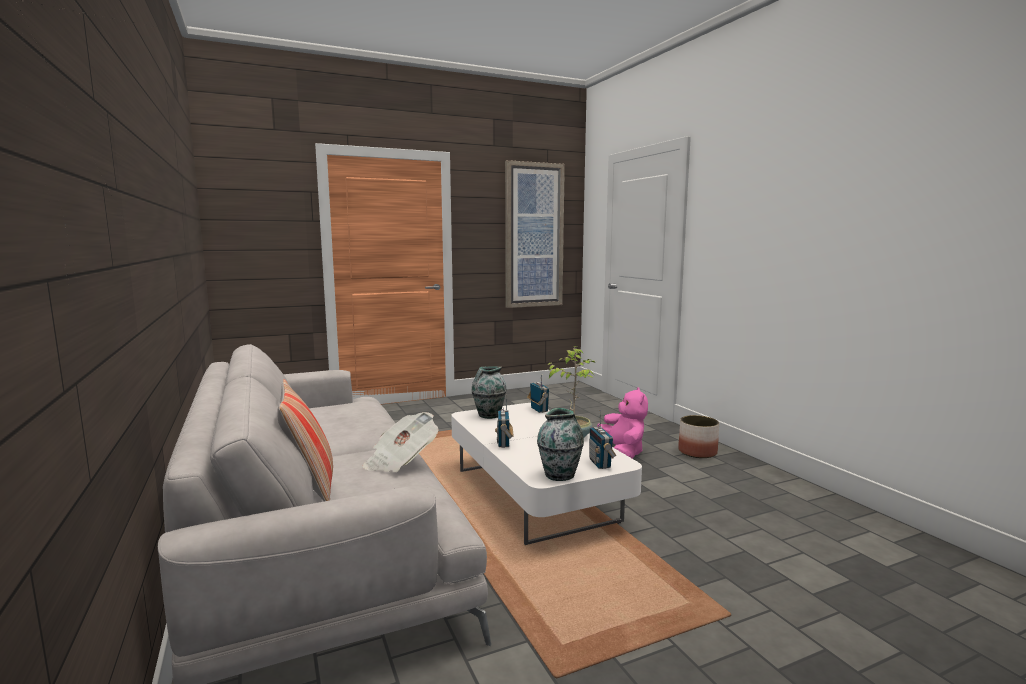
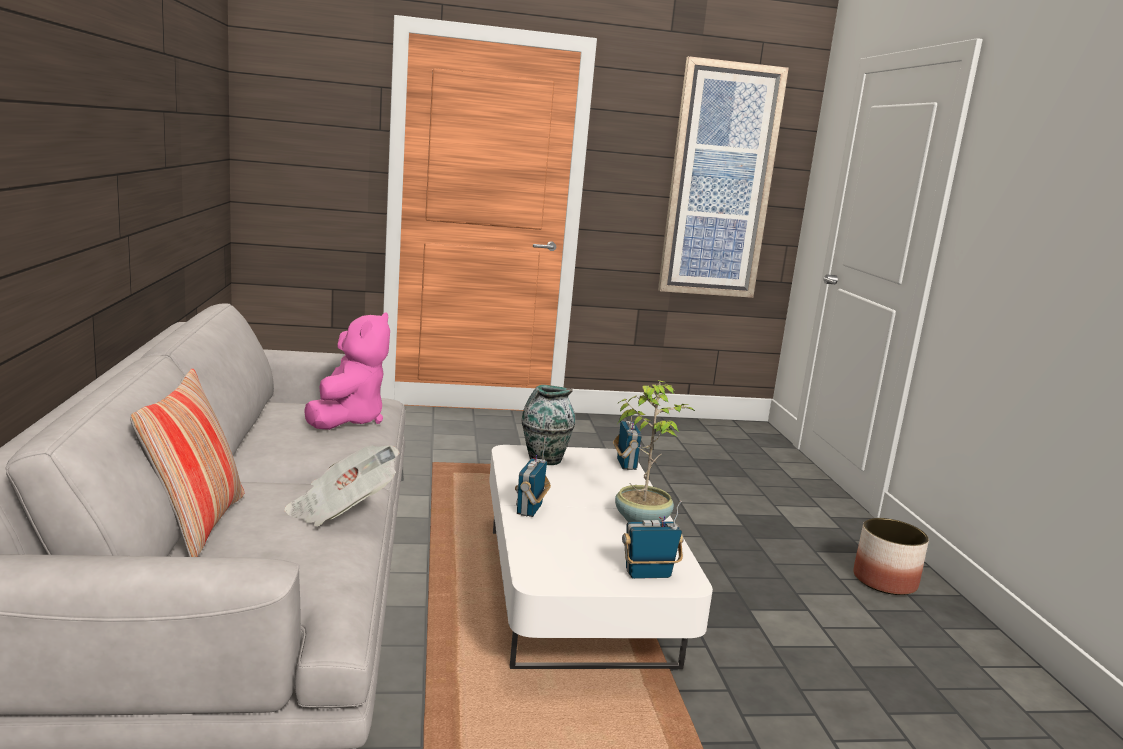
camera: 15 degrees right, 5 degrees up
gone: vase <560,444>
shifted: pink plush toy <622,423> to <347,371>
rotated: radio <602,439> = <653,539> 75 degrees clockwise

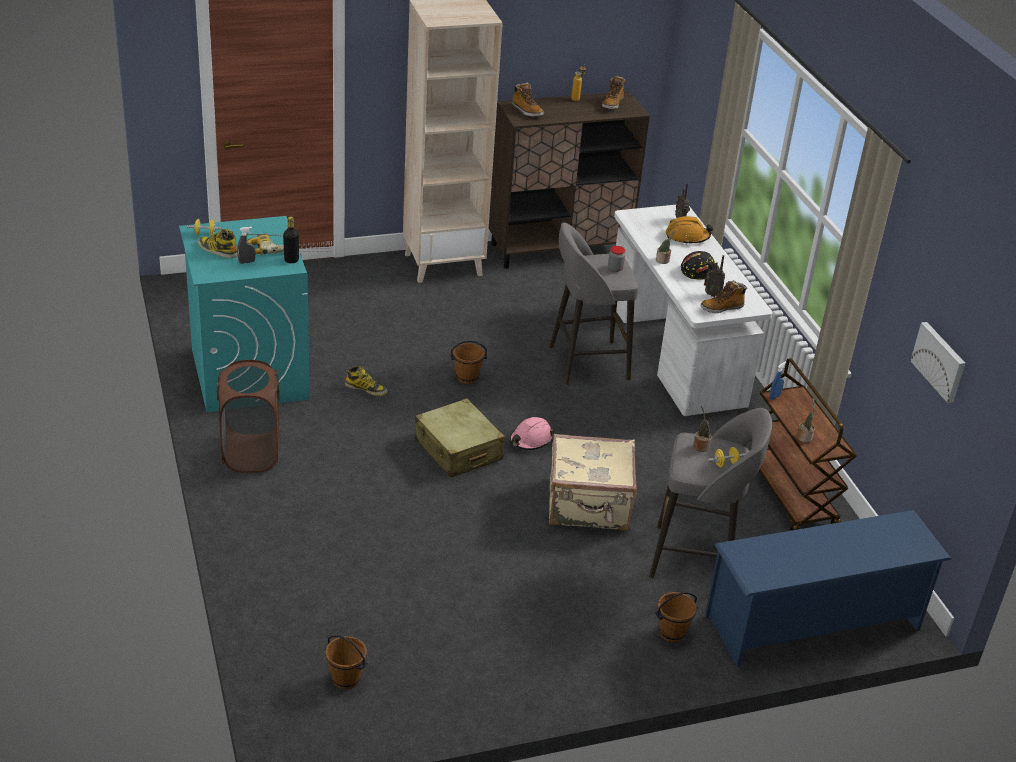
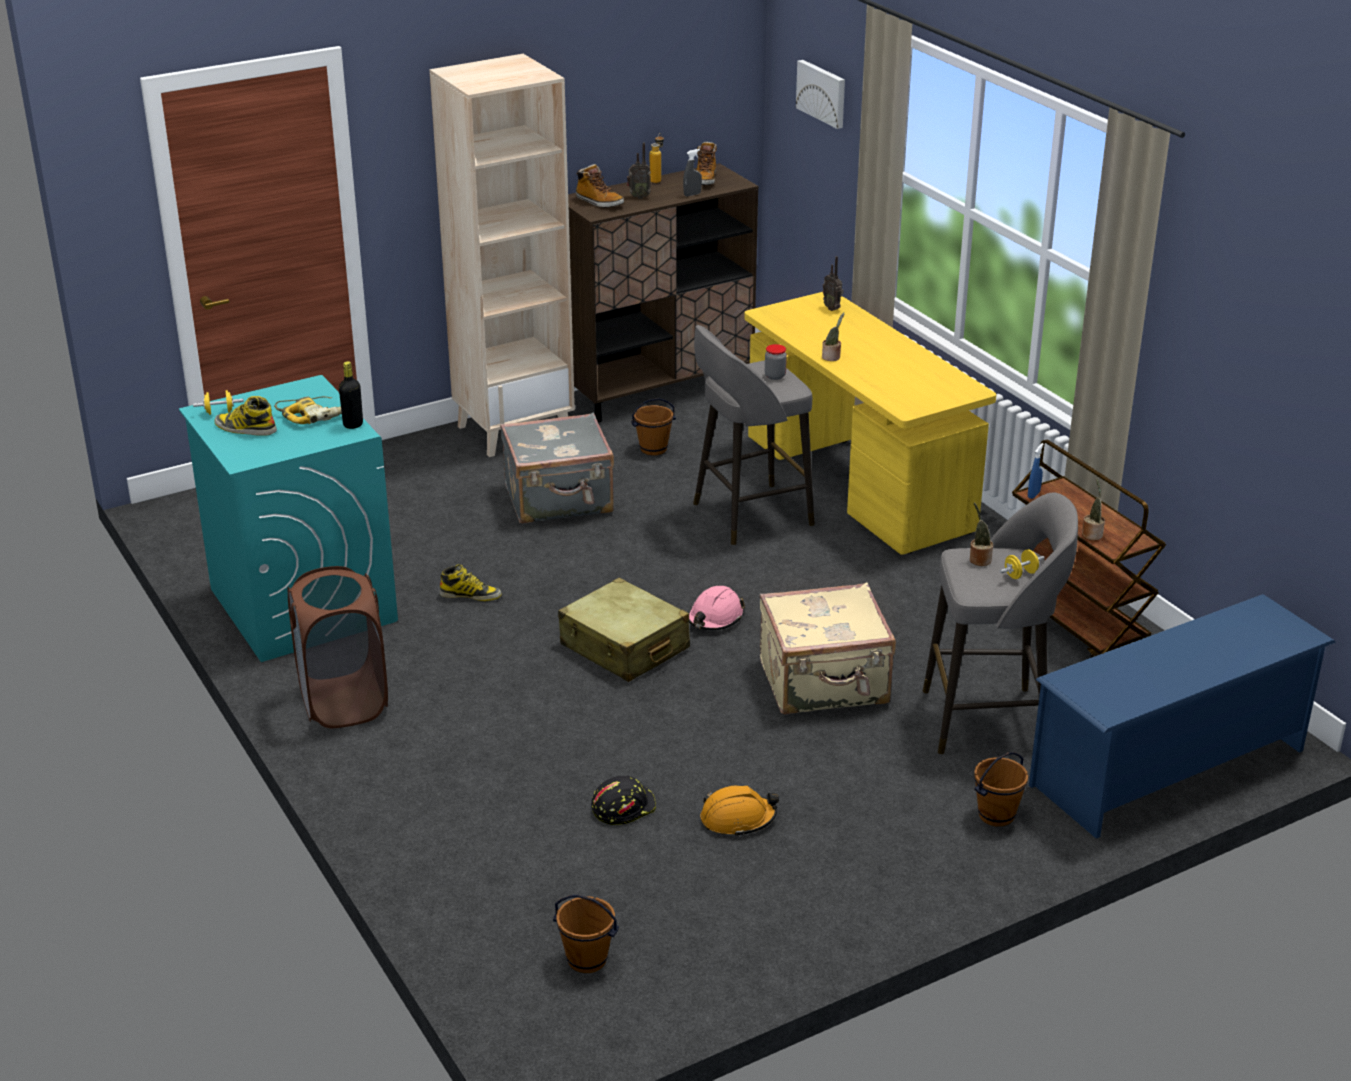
camera: 10 degrees left, 5 degrees down
gone: boot <724,296>
new: grey suitcase <557,468>
shifted: black hard hat <700,265> to <623,800>; radio <714,276> to <639,171>; brown bucket <468,362> to <653,426>; grey spray bottle <246,245> to <692,172>; orange hard hat <689,230> to <739,811>; picture <937,362> to <820,94>
repainted: white desk <693,310> to yellow desk <870,423>

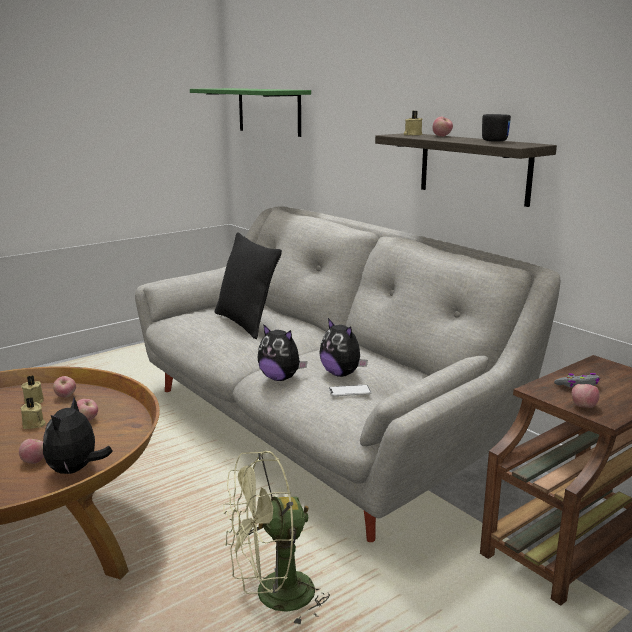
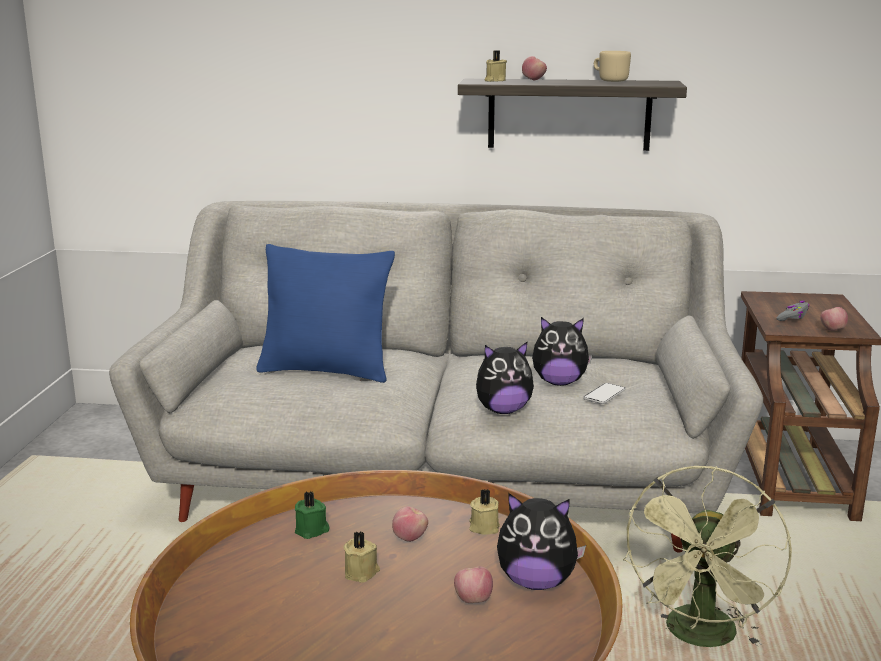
camera: 45 degrees left, 0 degrees up
gone: green shelf <250,112>
shifted: beige candle <32,389> to <484,512>
swapped: apple <64,387> to green candle <312,515>
repainted: black pillow <248,285> to blue pillow <325,313>; black mug <496,128> to beige mug <612,66>
rotated: plush toy <78,435> = <541,541> 45 degrees counterclockwise

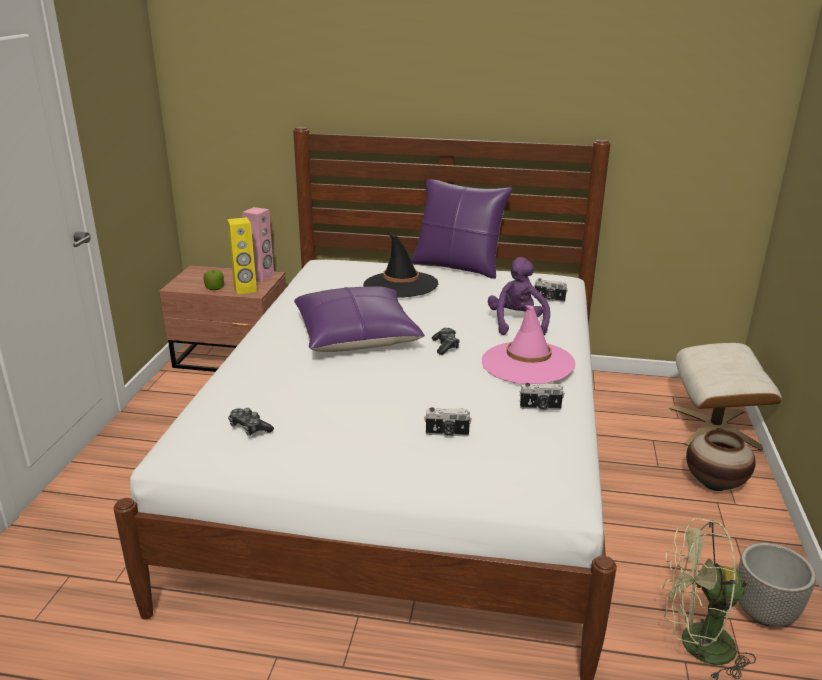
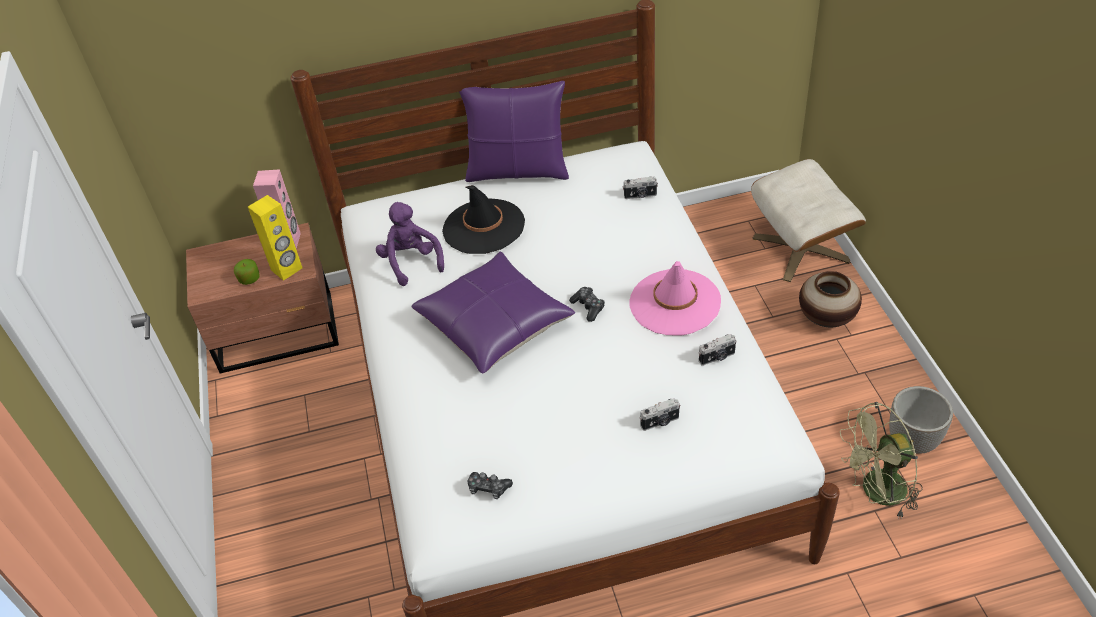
camera: 20 degrees left, 20 degrees up
shifted: purple plush toy <519,296> to <410,244>

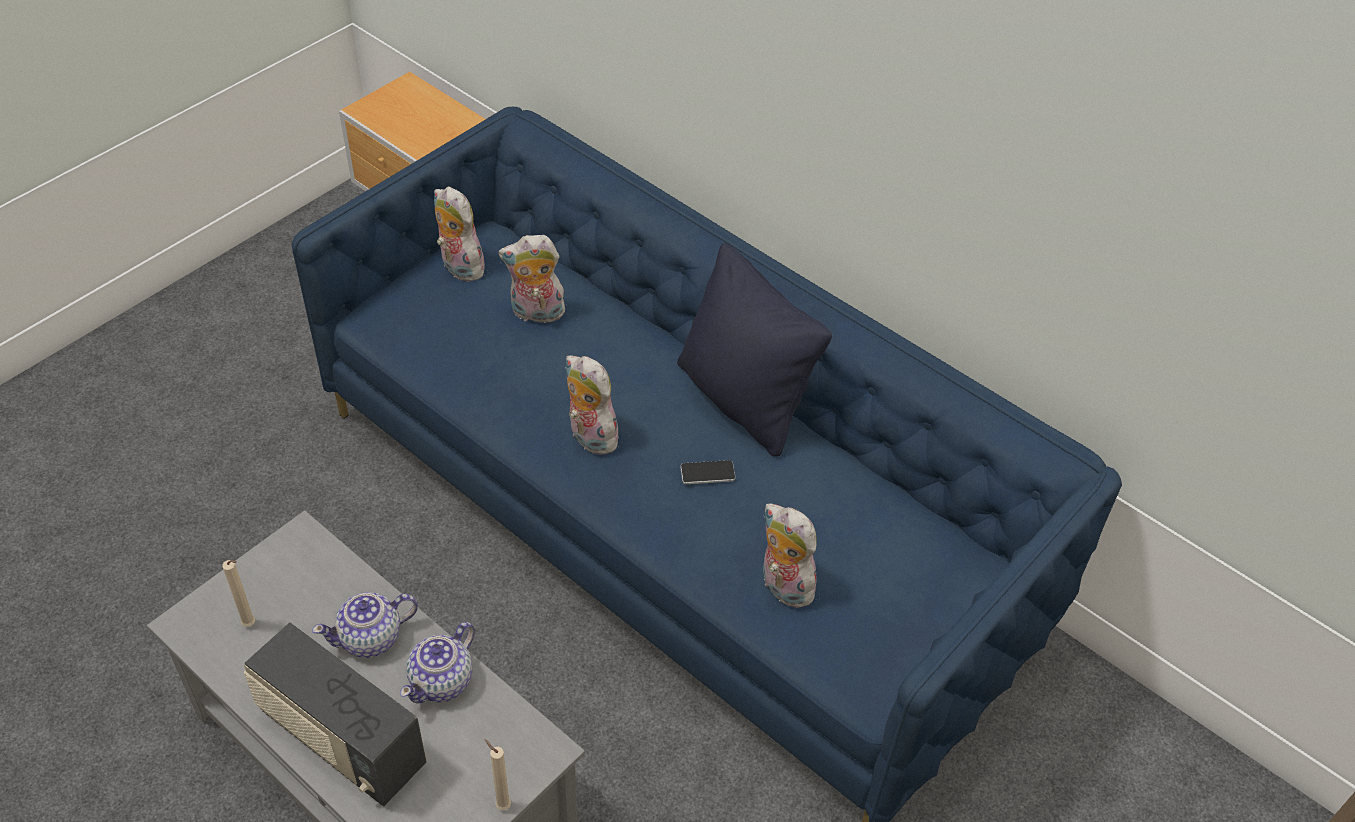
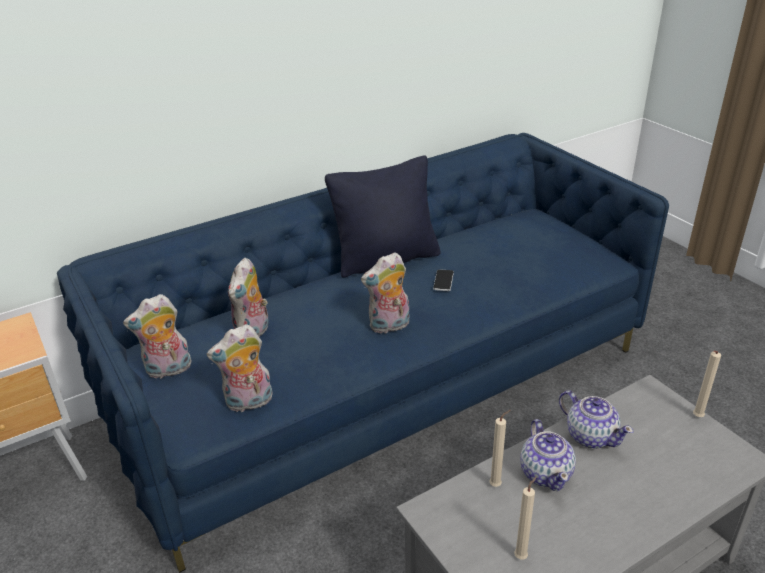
camera: 70 degrees left, 15 degrees down
gone: radio <335,714>
new: beige candle <500,448>
shifted: plush toy <790,555> to <240,368>

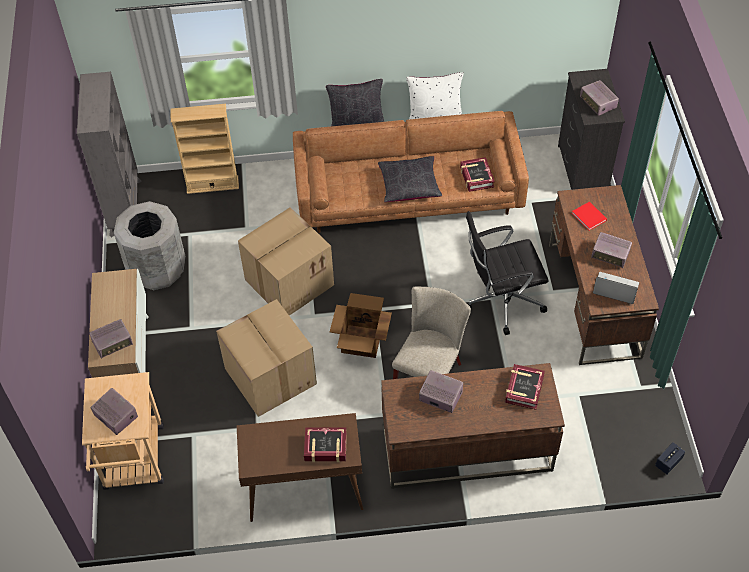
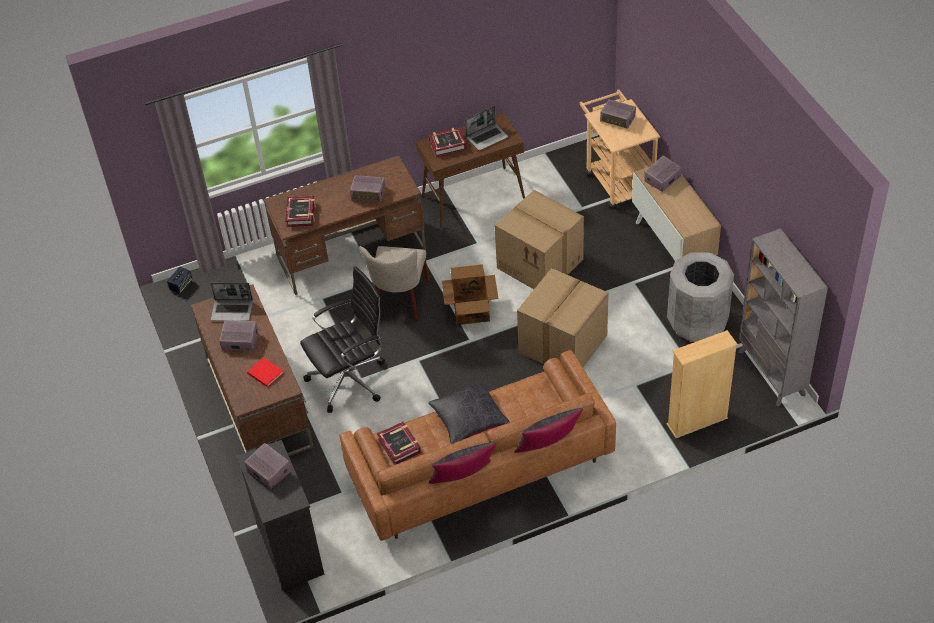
camera: 165 degrees right, 5 degrees down
new: laptop <486,128>
repainted: white pillow <435,95> to black pillow <462,463>

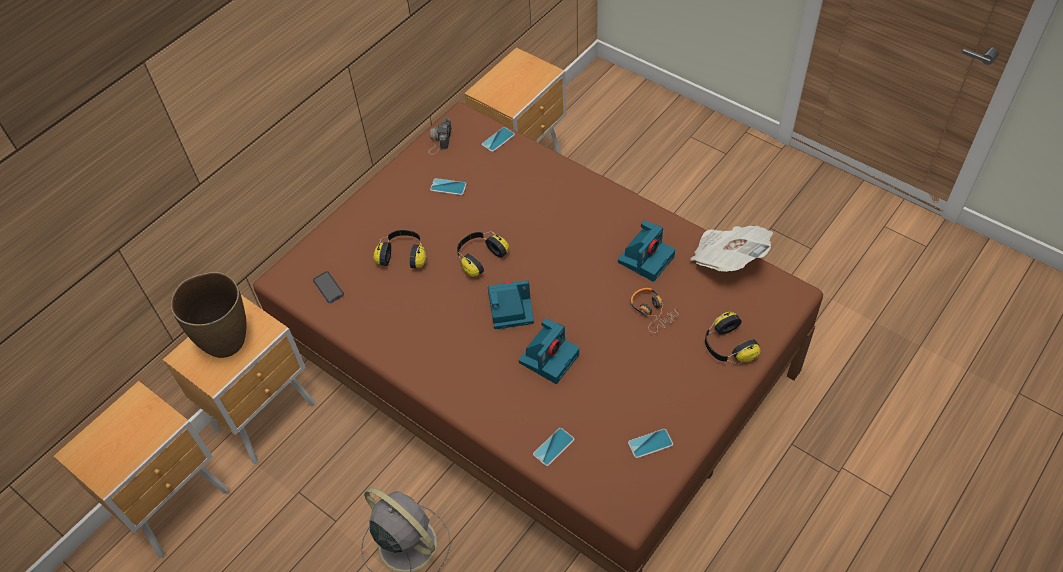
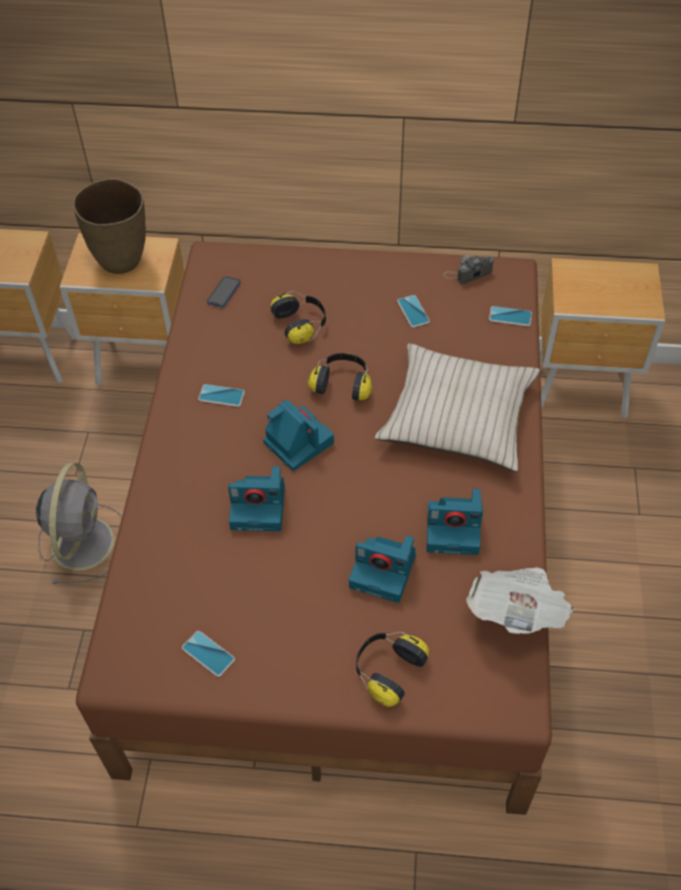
camera: 55 degrees right, 0 degrees up
new: beige pillow <457,408>
shifted: phone <553,447> to <221,395>
swapped: headphones <655,310> to photo camera <382,569>

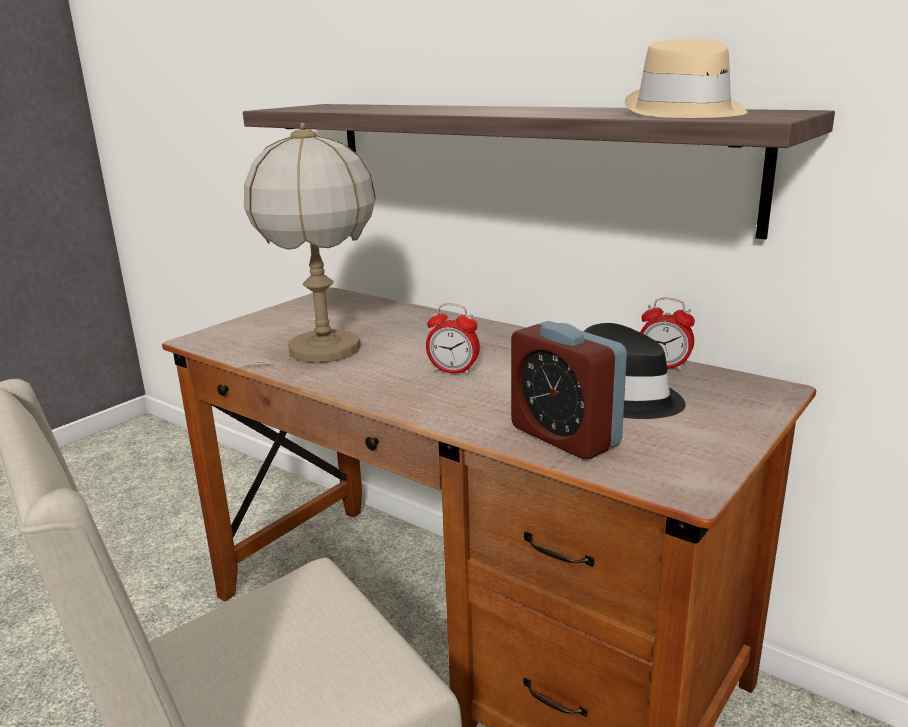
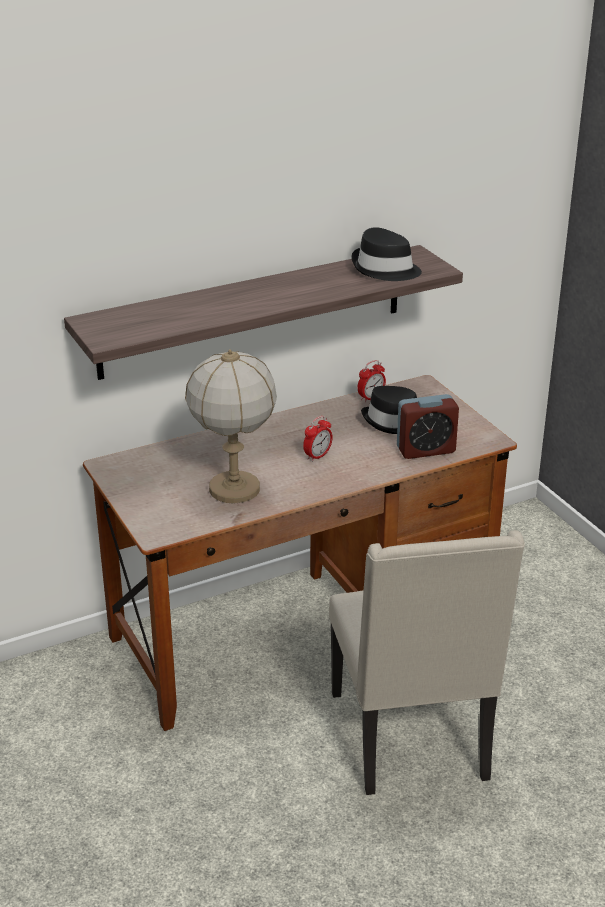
camera: 65 degrees left, 10 degrees up
repainted: beige hat <686,78> to black hat <386,254>

